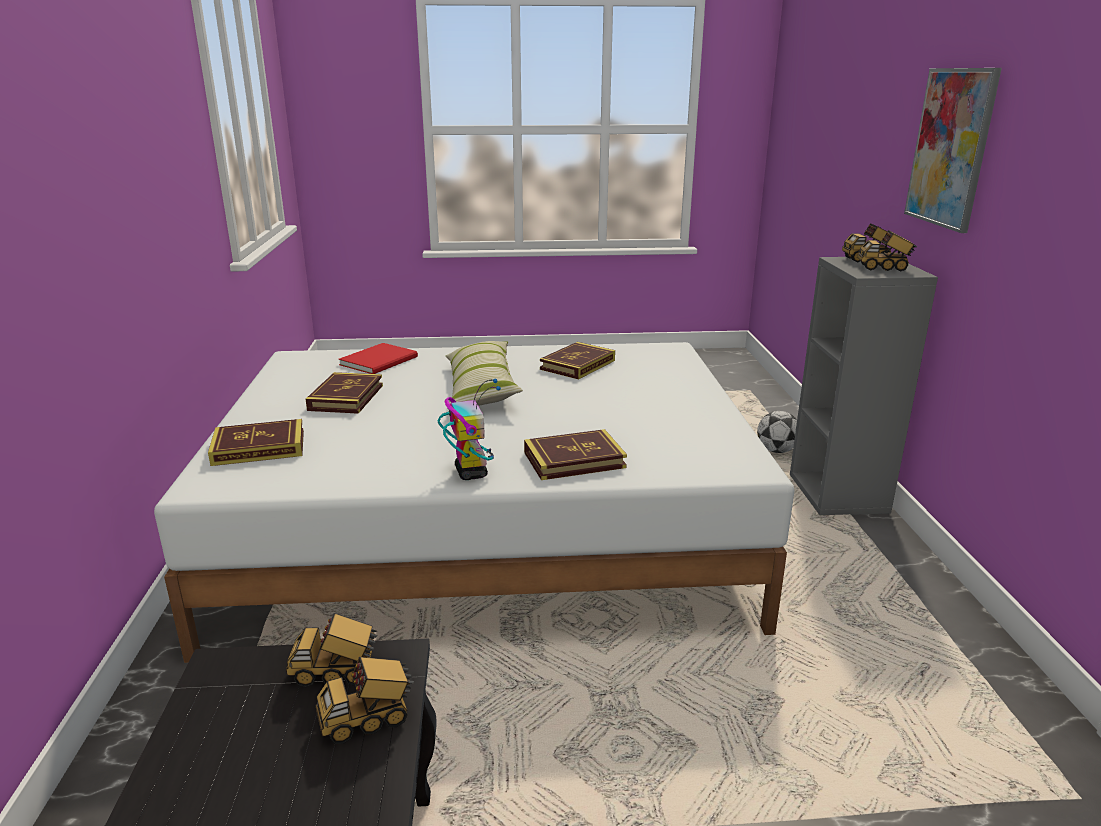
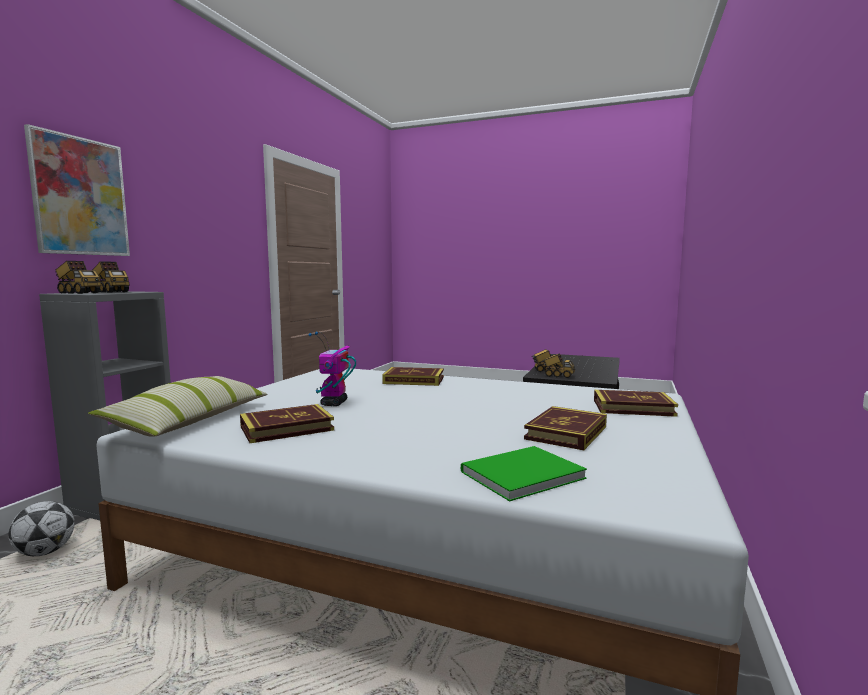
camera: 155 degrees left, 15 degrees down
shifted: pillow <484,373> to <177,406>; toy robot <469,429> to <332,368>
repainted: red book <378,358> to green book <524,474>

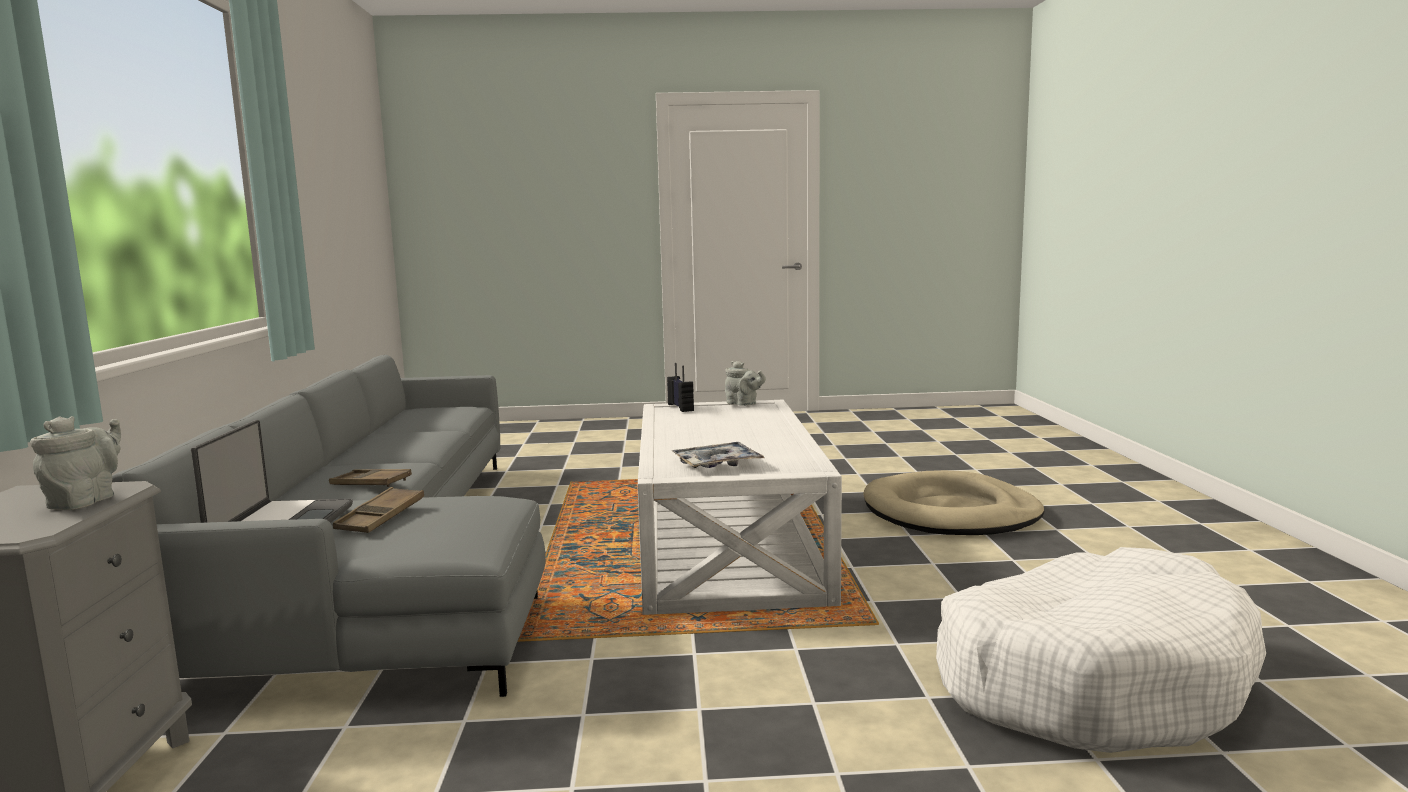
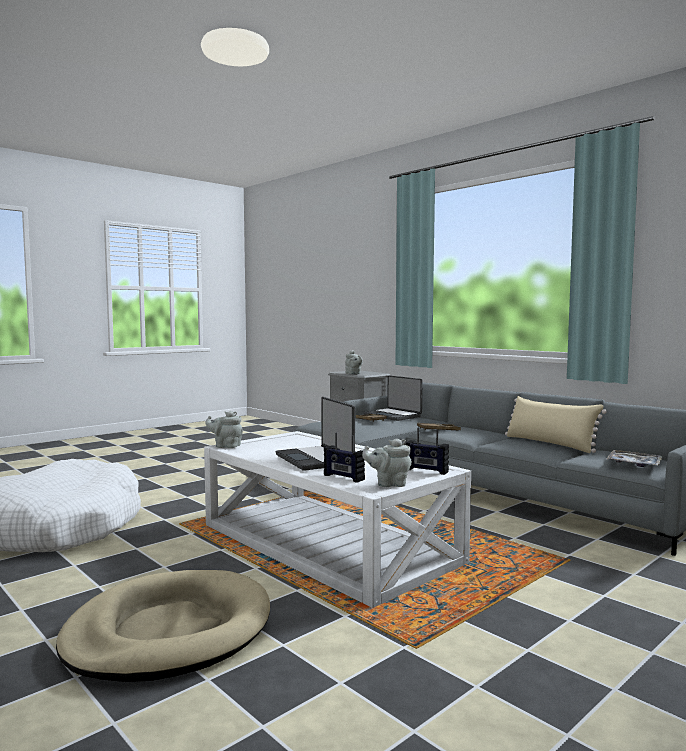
camera: 140 degrees right, 5 degrees down
new: grey teapot <224,429>; laptop <315,434>; radio <344,458>; beige pillow <556,424>
shifted: tray <717,455> to <634,458>

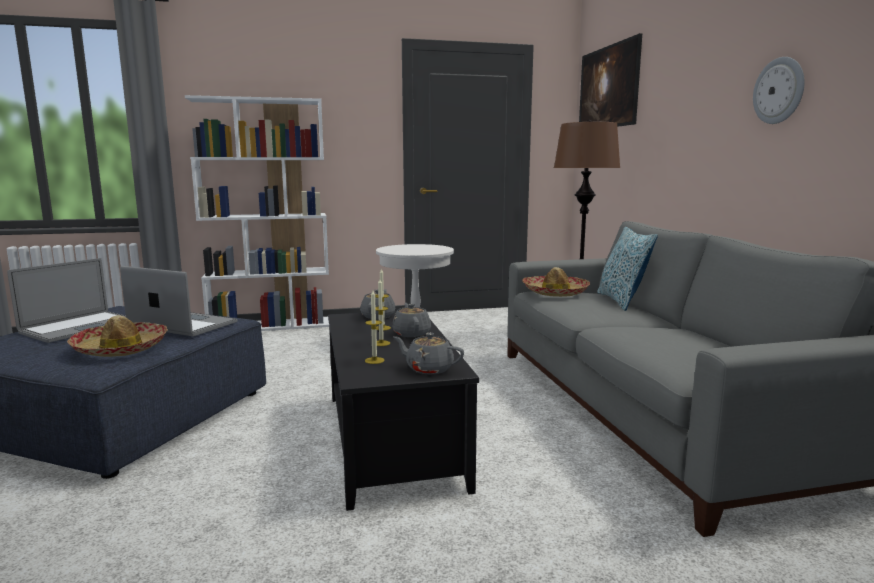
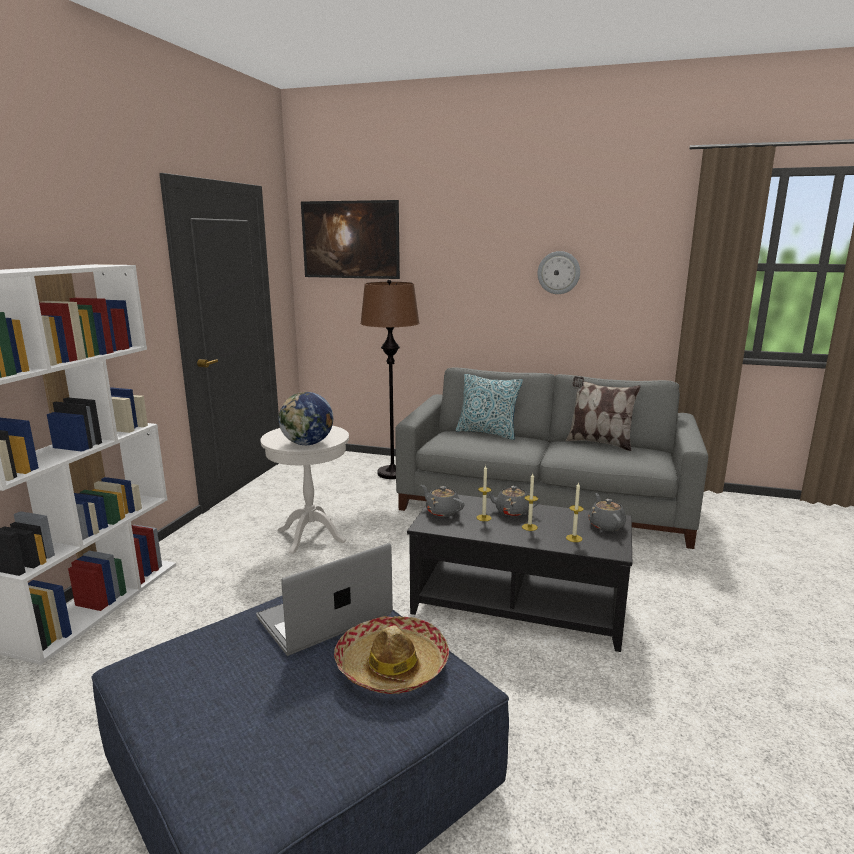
camera: 60 degrees left, 5 degrees up
gone: laptop <66,300>; hat <556,282>
new: globe <306,418>; pillow <603,413>
rotated: grey teapot <428,353> = <607,512> 120 degrees clockwise

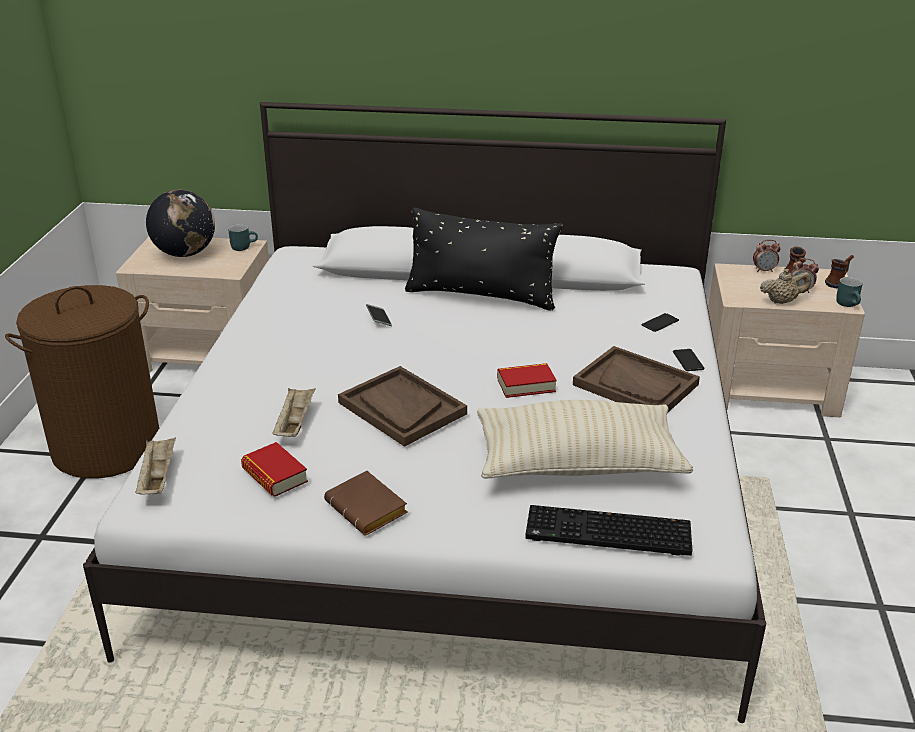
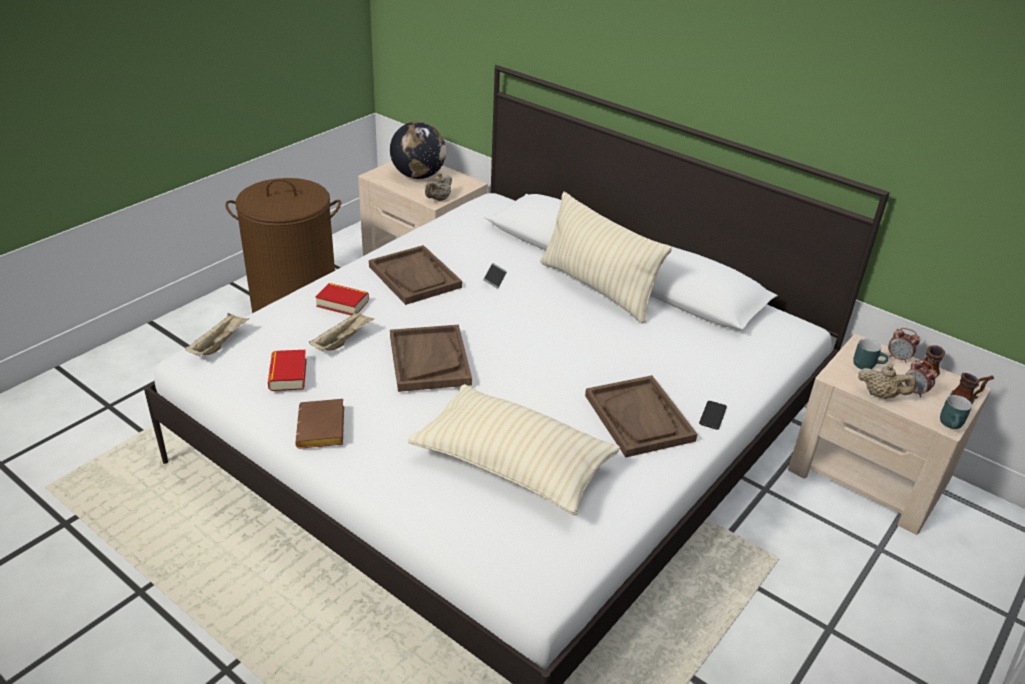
camera: 30 degrees right, 5 degrees up
gone: keyboard <608,530>; phone <660,322>
new: brown tray <415,275>; beige teapot <438,187>
shifted: book <527,380> to <342,299>; turquoise mug <243,237> to <870,354>
repainted: black pillow <483,259> to beige pillow <606,257>

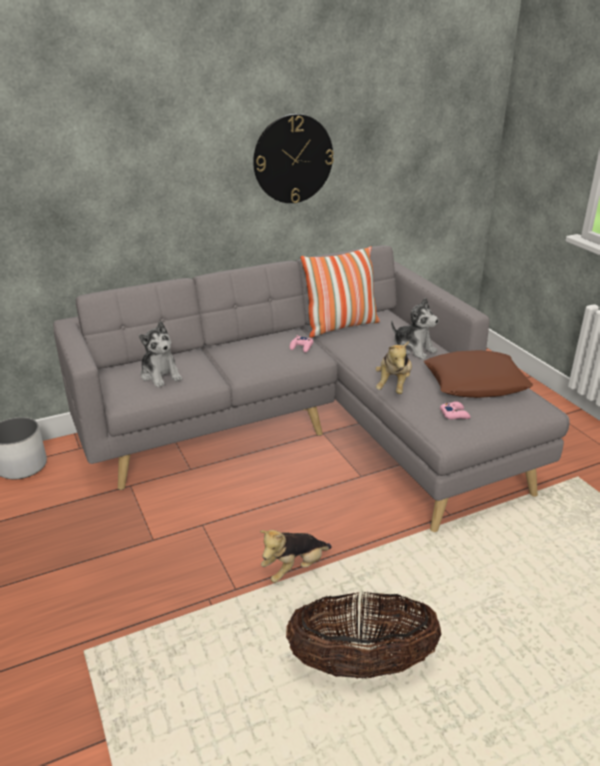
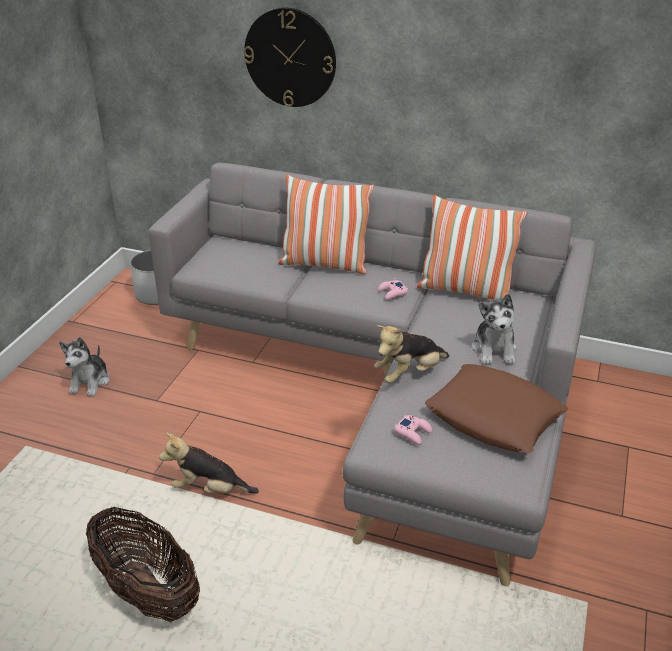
camera: 45 degrees right, 5 degrees up
new: pillow <326,224>
shifted: plush toy <160,354> to <84,367>; wall clock <293,158> to <290,57>

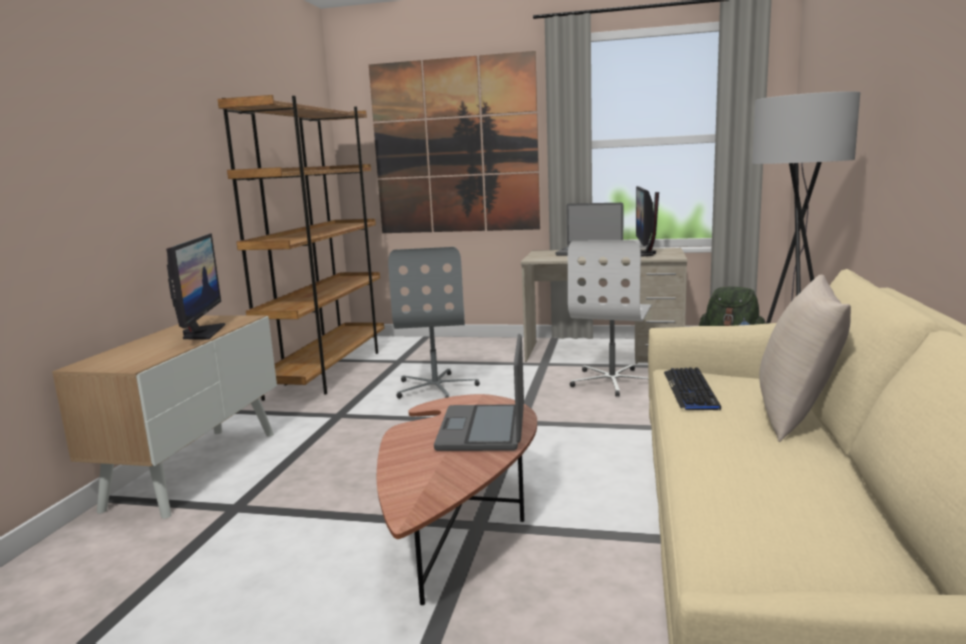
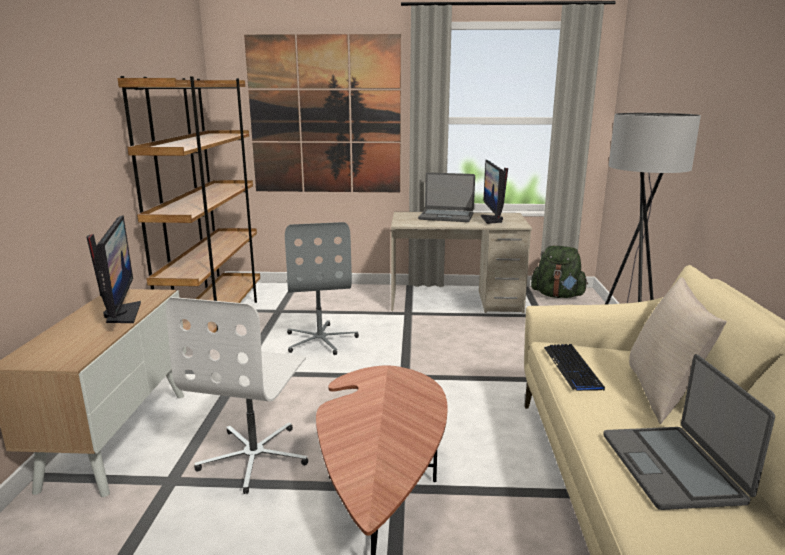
camera: 10 degrees left, 5 degrees up
shifted: white office chair <610,318> to <237,395>; laptop <479,392> to <689,432>

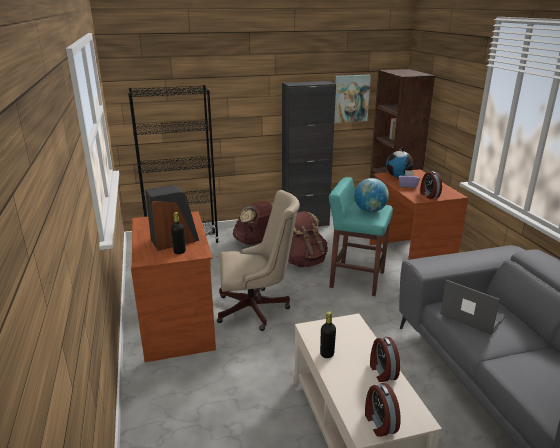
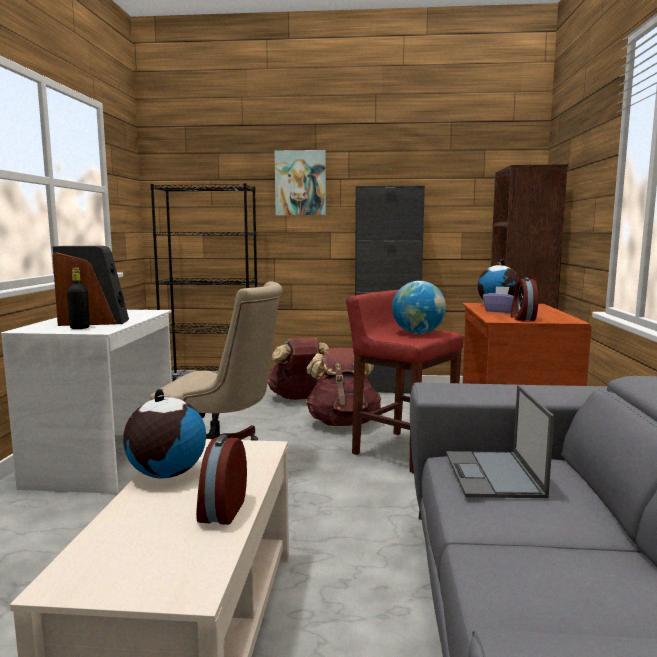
camera: 20 degrees right, 15 degrees down
gone: alarm clock <383,410>
shifted: picture <352,99> to <300,183>
swapped: black bottle <328,334> to globe <164,434>
repainted: brown desk <173,286> to white desk <86,402>; turquoise stool <361,236> to red stool <404,381>
rotated: laptop <473,307> = <500,441> 150 degrees counterclockwise

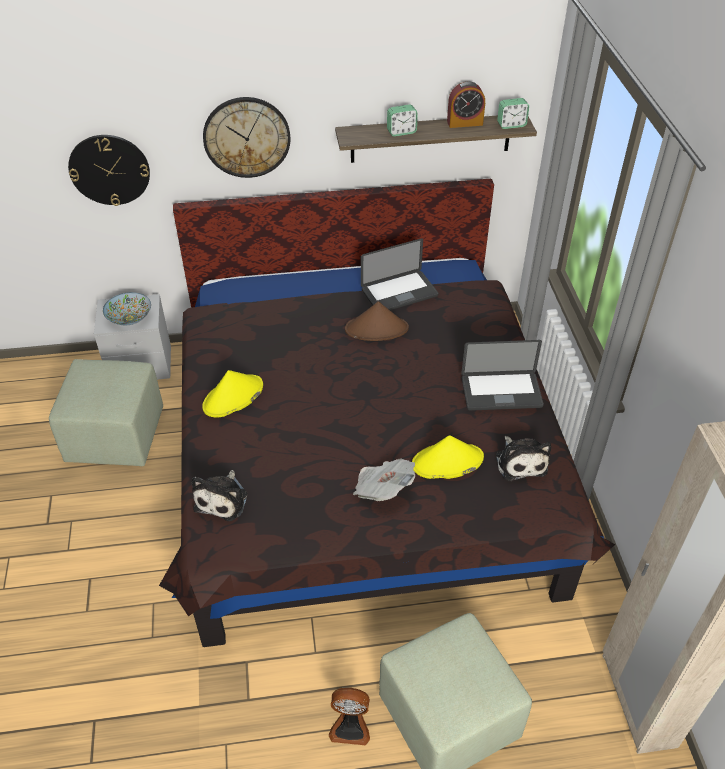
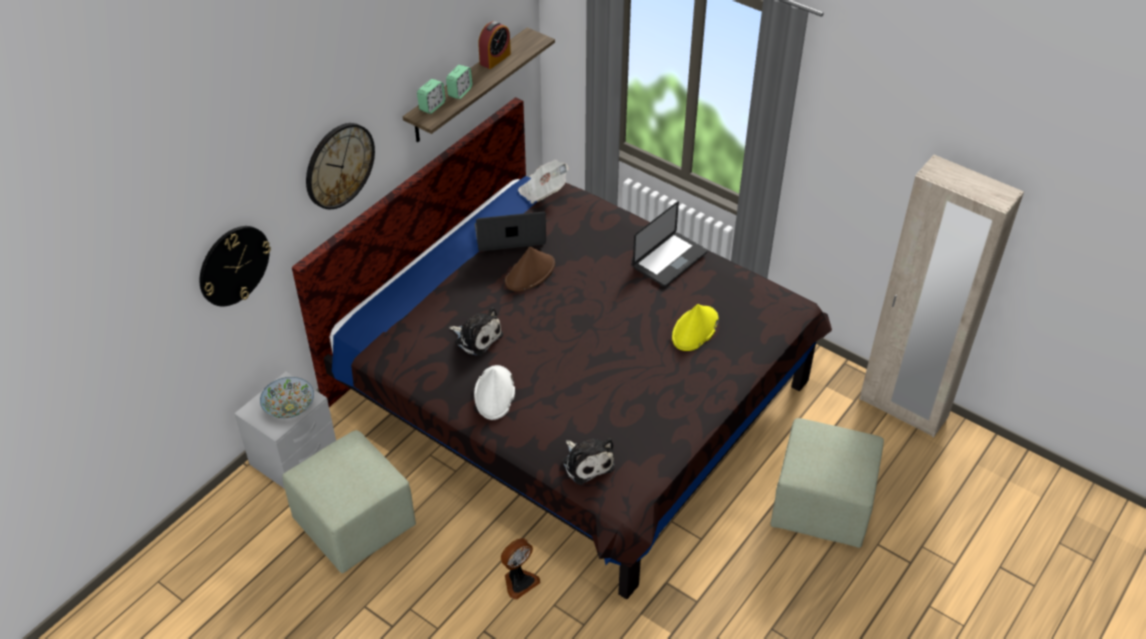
camera: 45 degrees left, 0 degrees up
shifted: alarm clock <513,113> to <431,96>; plush toy <523,458> to <476,331>; fan <349,716> to <520,569>; newspaper <384,479> to <543,182>
repainted: yellow hat <232,394> to white hat <494,392>
rotated: laptop <400,274> = <510,231> 120 degrees counterclockwise

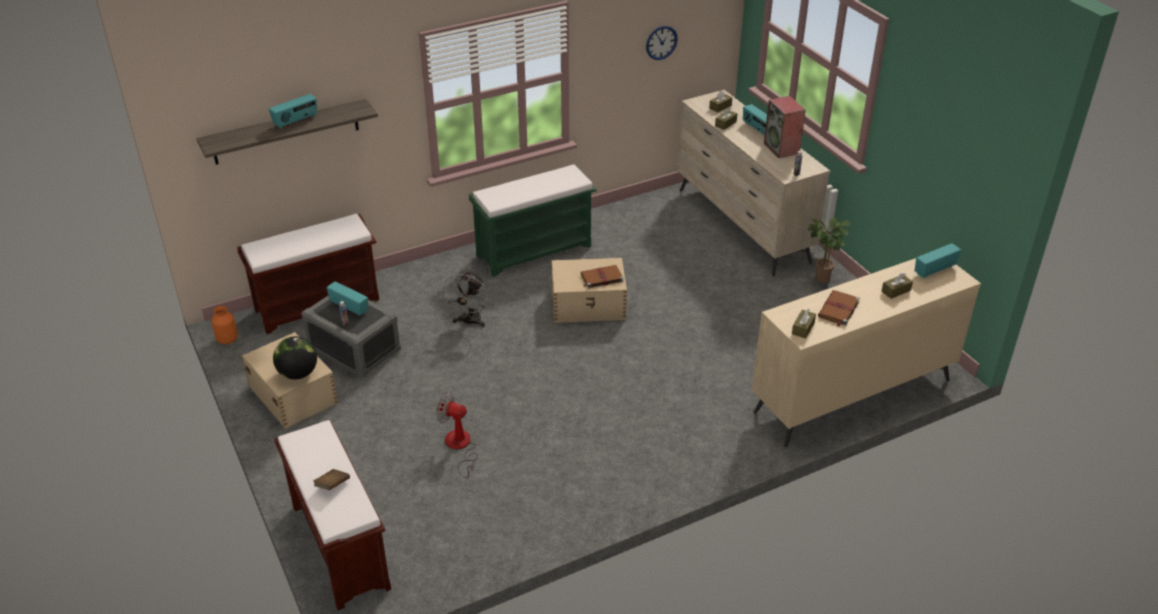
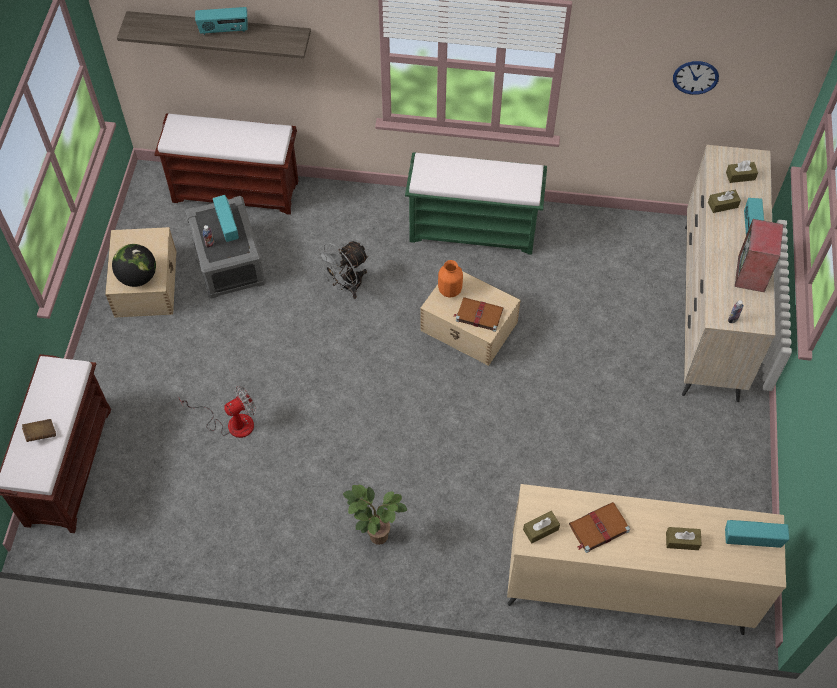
camera: 35 degrees right, 20 degrees up
shifted: potted plant <829,250> to <375,515>; orange vase <224,325> to <450,279>
rotated: fan <457,435> = <217,412> 90 degrees clockwise

